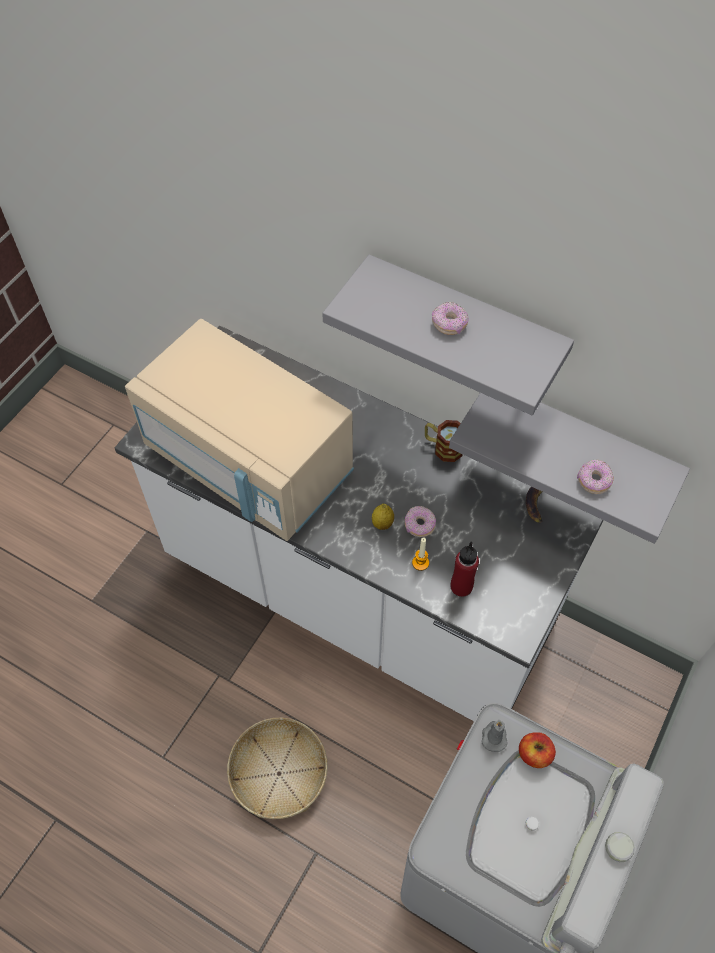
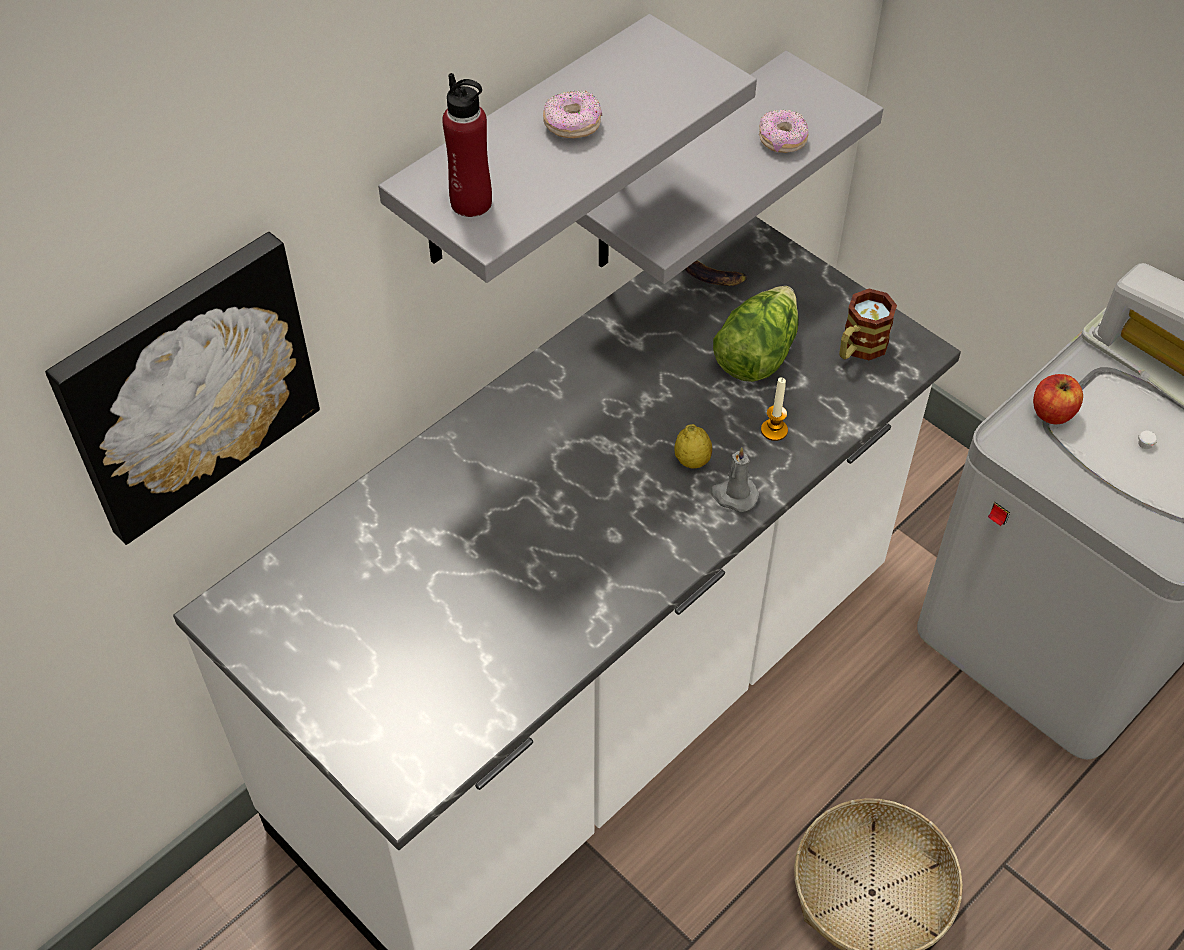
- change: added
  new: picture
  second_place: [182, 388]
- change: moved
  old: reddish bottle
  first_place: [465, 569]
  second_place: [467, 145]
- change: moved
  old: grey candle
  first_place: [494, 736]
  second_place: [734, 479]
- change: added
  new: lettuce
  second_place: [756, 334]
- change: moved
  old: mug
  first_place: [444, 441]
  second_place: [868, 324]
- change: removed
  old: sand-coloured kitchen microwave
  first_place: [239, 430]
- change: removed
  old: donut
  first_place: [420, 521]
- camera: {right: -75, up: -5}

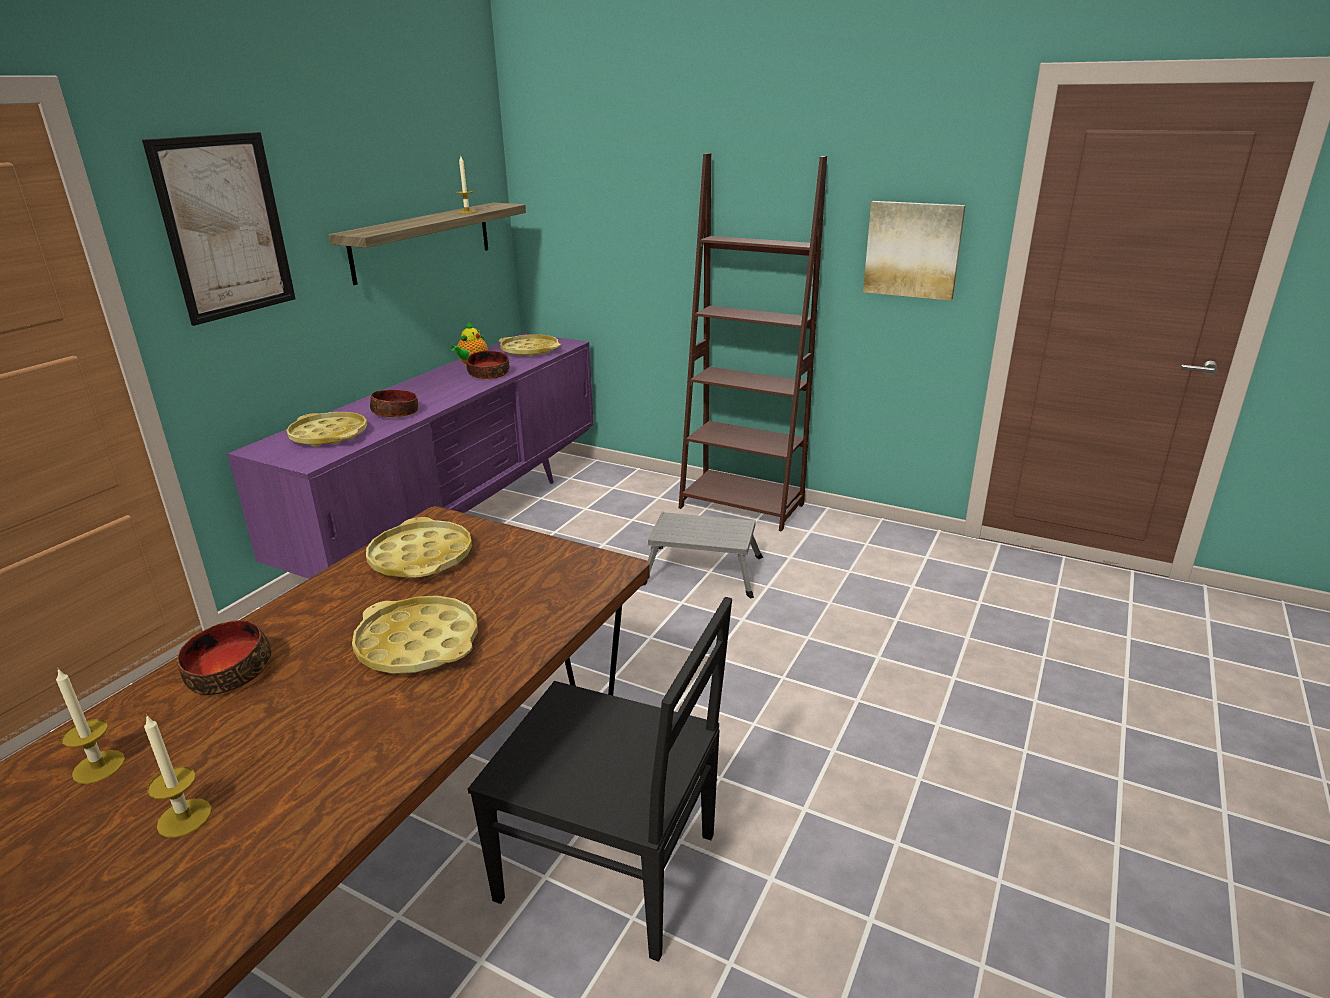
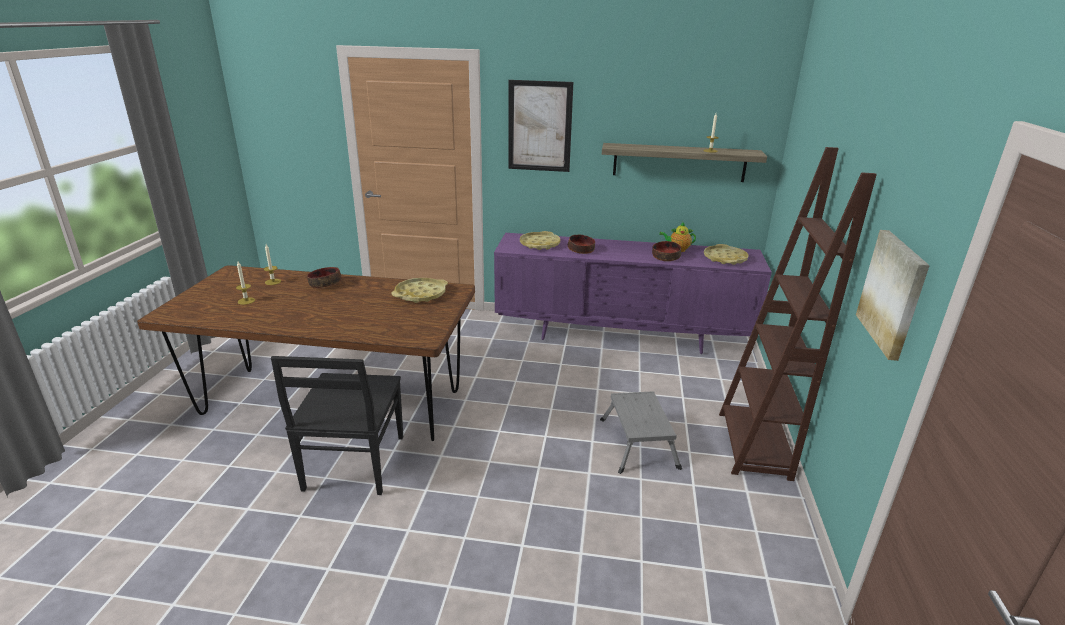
- change: removed
  old: yellowish serving tray
  first_place: [415, 635]
- camera: {right: 70, up: 0}

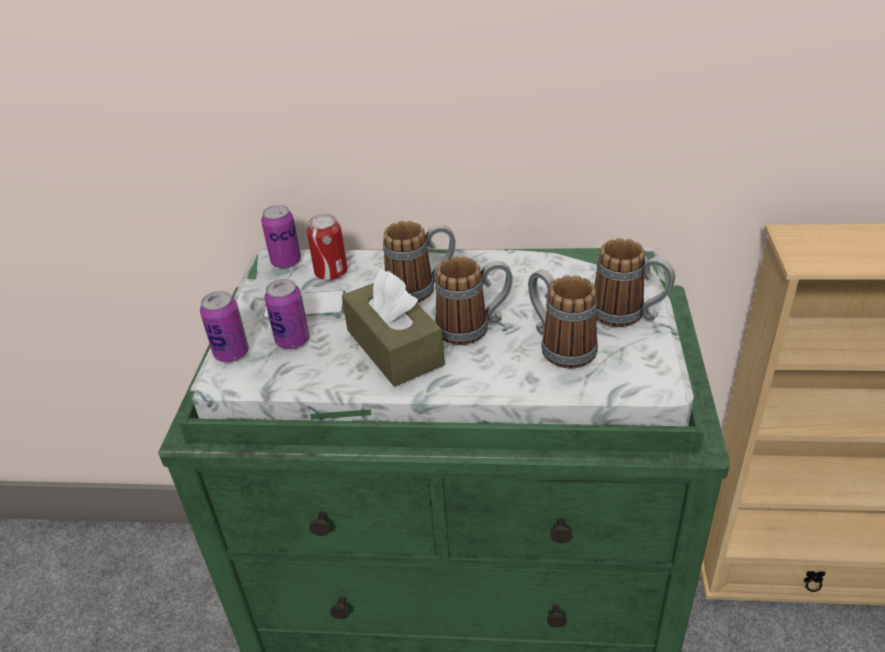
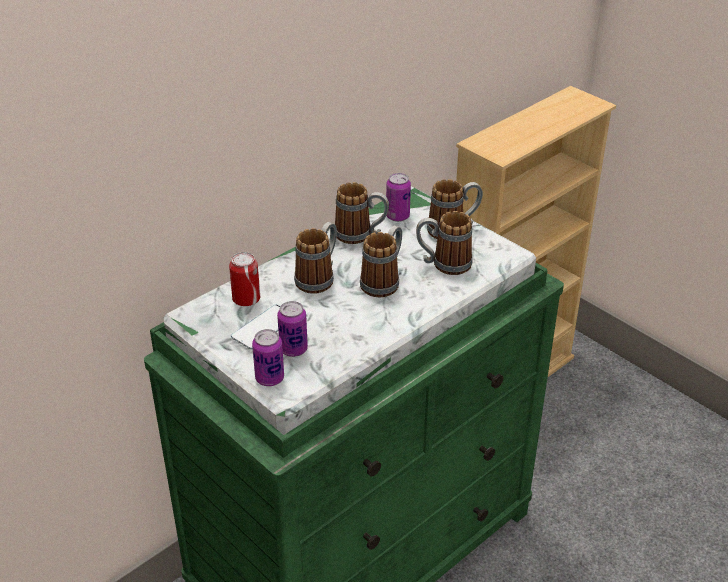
- change: added
  new: mug
  second_place: [362, 213]
- change: moved
  old: metal can
  first_place: [281, 236]
  second_place: [398, 197]
- change: removed
  old: brown-coloured tissue holder
  first_place: [393, 328]
- camera: {right: -50, up: 0}

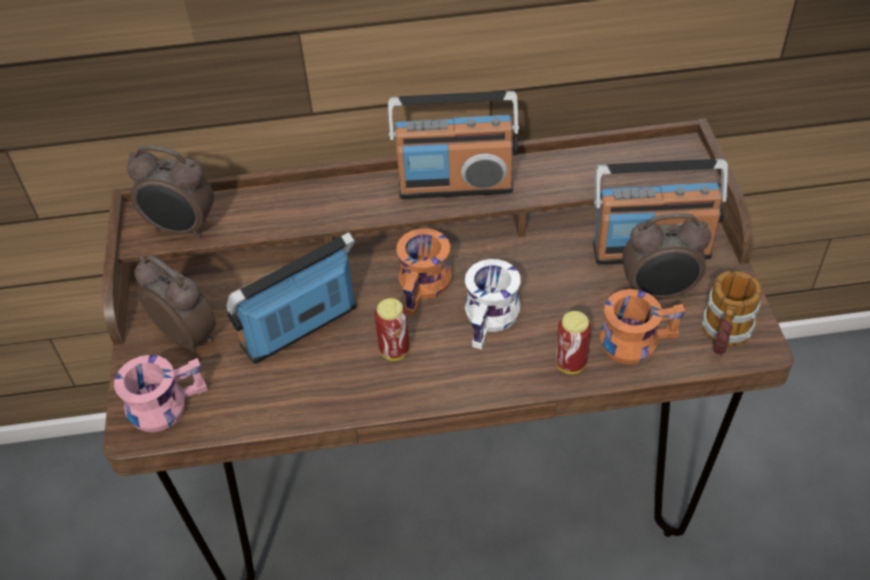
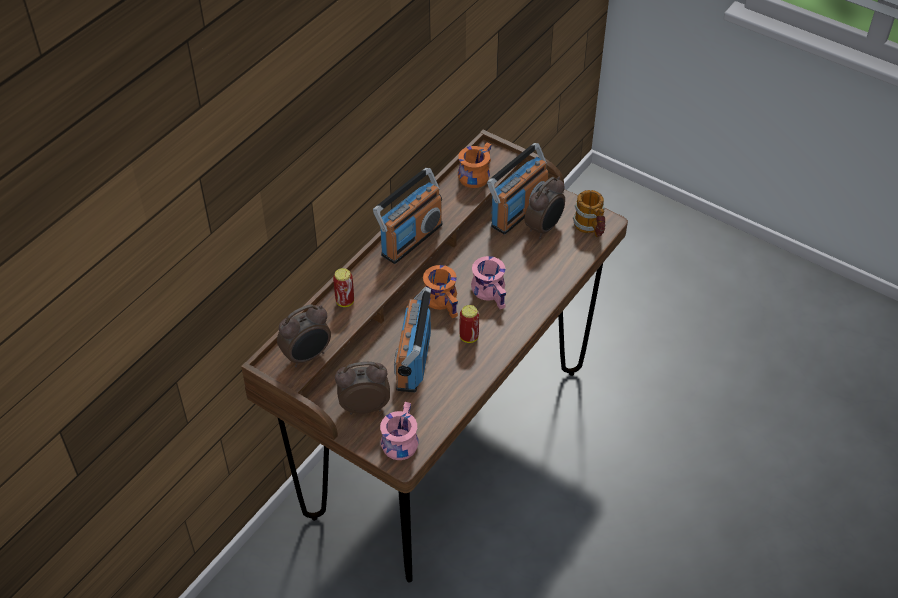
- change: moved
  old: metal can
  first_place: [573, 342]
  second_place: [343, 287]
- change: moved
  old: orange-coloured mug
  first_place: [643, 326]
  second_place: [475, 165]
- change: recoloured
  old: whitish mug
  new: pinkish mug
  first_place: [493, 304]
  second_place: [488, 282]
- camera: {right: -50, up: 0}

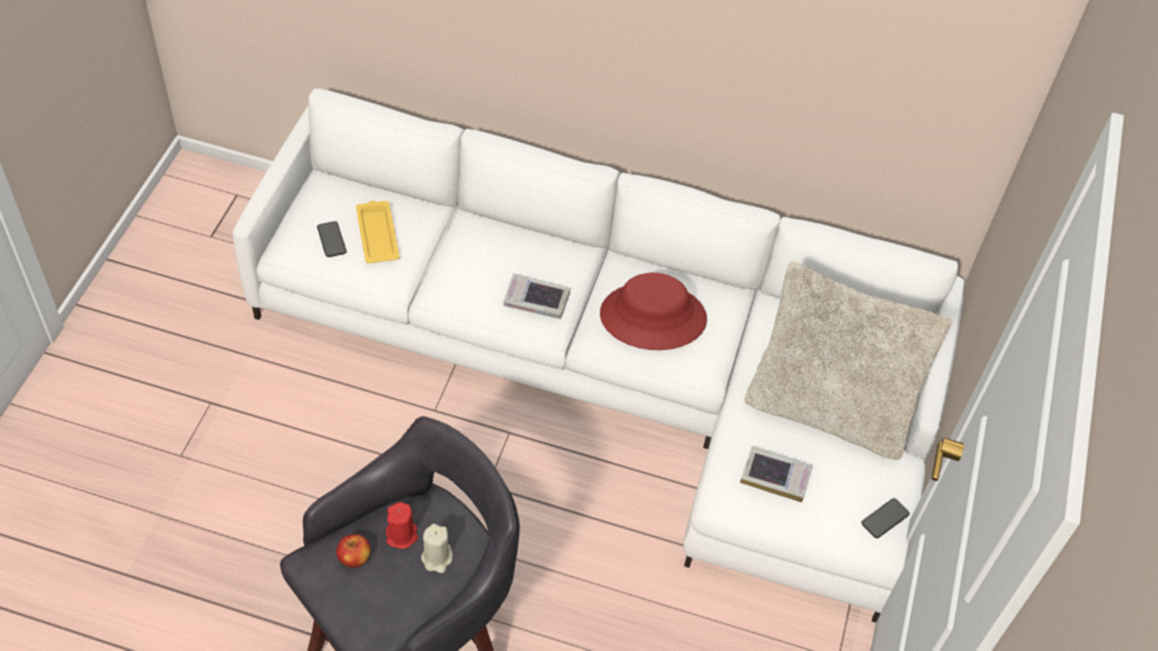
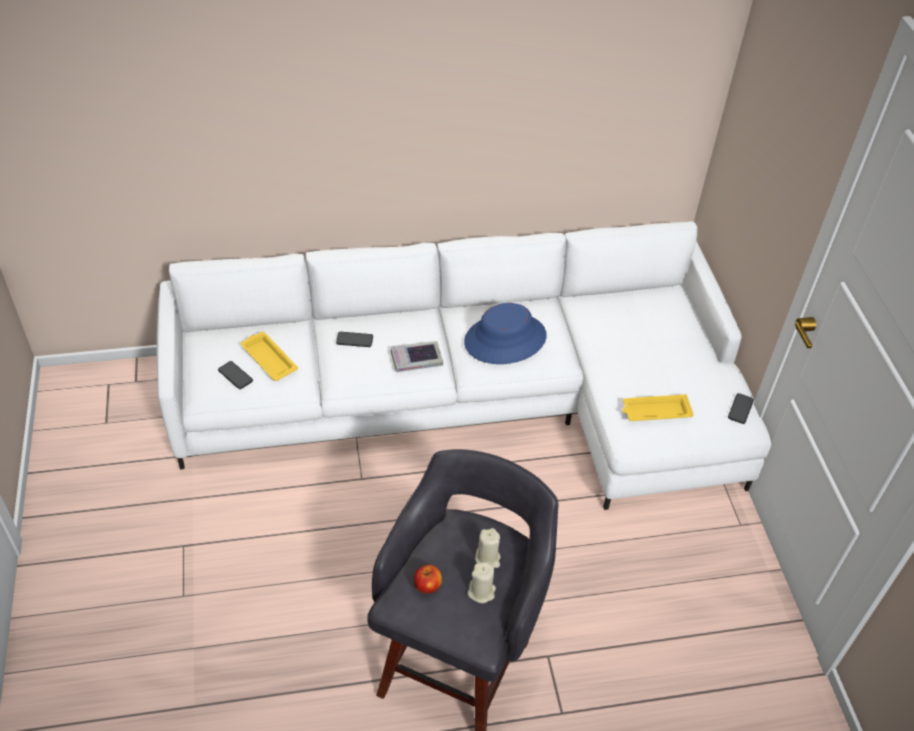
- change: added
  new: telephone
  second_place: [354, 339]
- change: recoloured
  old: reddish hat
  new: bluish hat
  first_place: [653, 311]
  second_place: [505, 333]
- change: added
  new: sand-coloured candle
  second_place: [482, 582]
- change: replaced
  old: volume
  new: yellowish serving tray
  first_place: [776, 474]
  second_place: [658, 407]
- change: removed
  old: reddish candle
  first_place: [402, 525]
- change: removed
  old: sand-coloured throw pillow
  first_place: [848, 360]
- camera: {right: -25, up: -5}

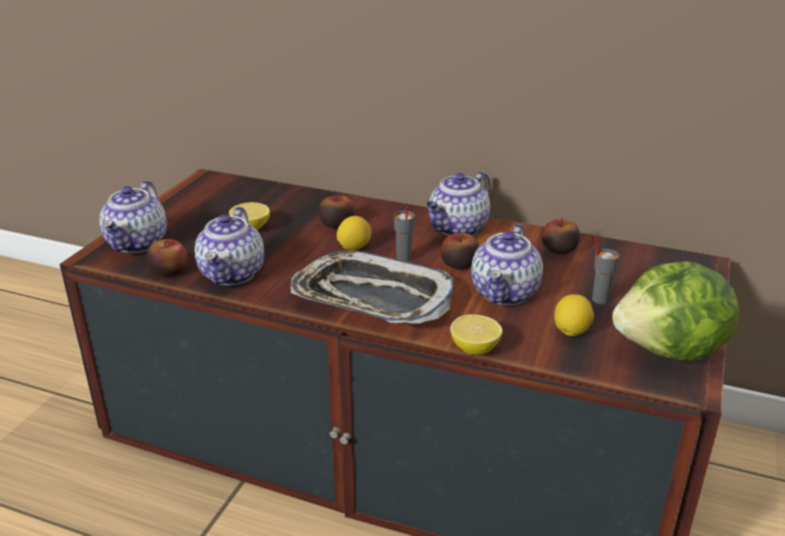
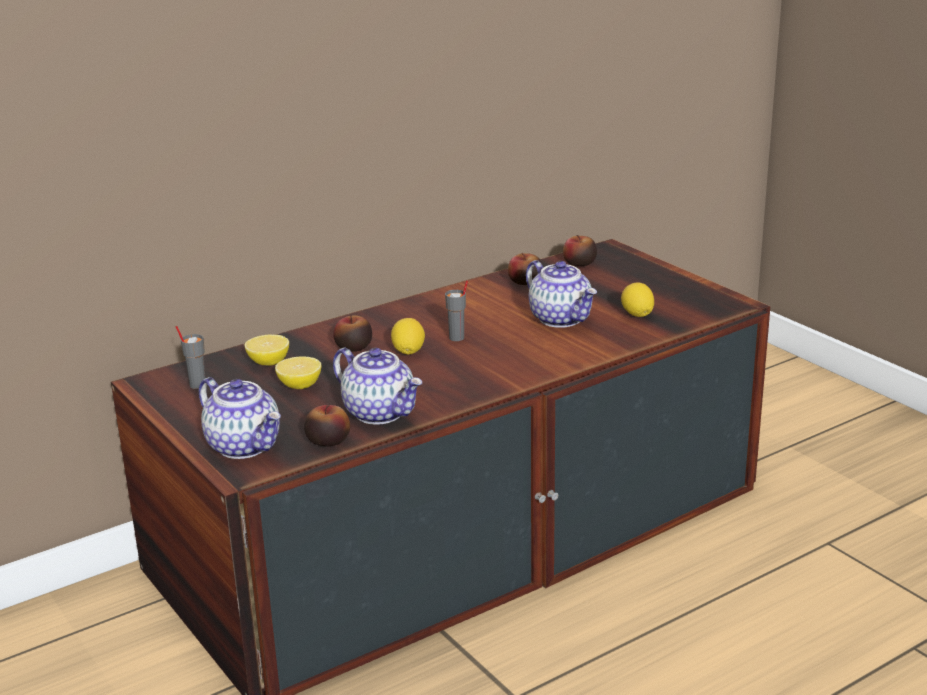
- change: moved
  old: grey drinking cup
  first_place: [605, 269]
  second_place: [190, 357]
- change: moved
  old: citrus fruit
  first_place: [476, 334]
  second_place: [266, 350]
- change: moved
  old: apple fruit
  first_place: [459, 251]
  second_place: [580, 250]
- change: removed
  old: serving tray
  first_place: [372, 287]
- change: removed
  old: tea pot
  first_place: [458, 204]
- change: removed
  old: lettuce
  first_place: [675, 311]
- camera: {right: -55, up: -5}

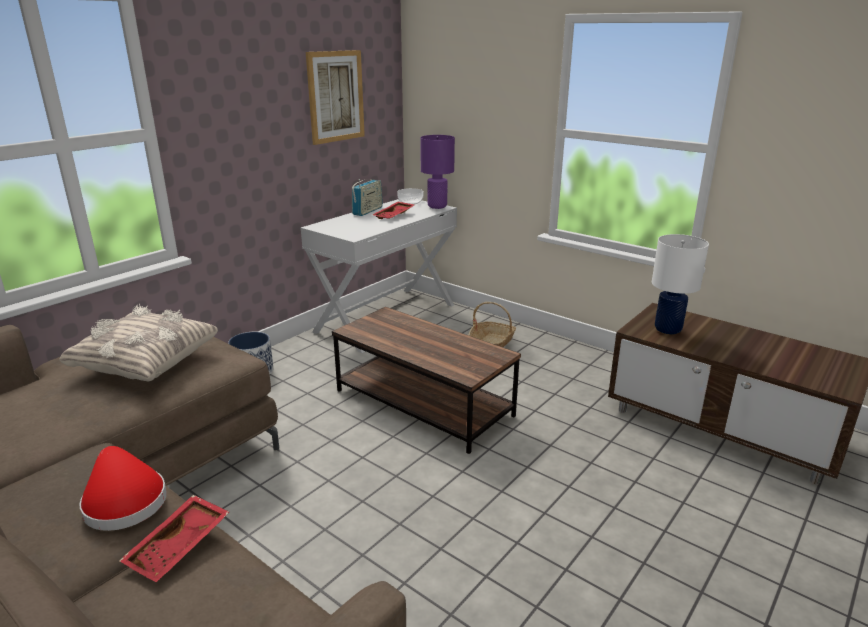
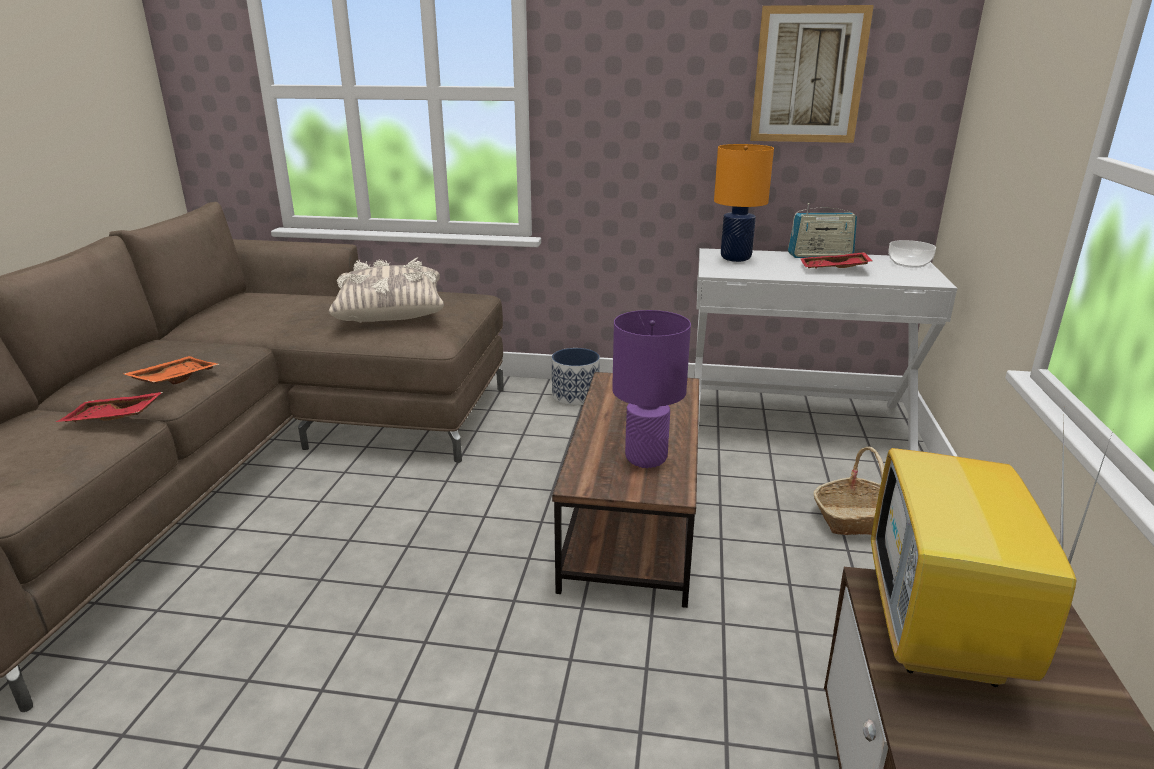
- change: replaced
  old: reddish hat
  new: orange-coloured serving tray
  first_place: [123, 488]
  second_place: [171, 370]
- change: moved
  old: purplish tabletop lamp
  first_place: [437, 172]
  second_place: [651, 389]
- change: added
  new: orange-coloured tabletop lamp
  second_place: [744, 203]
- change: replaced
  old: whitish tabletop lamp
  new: television
  first_place: [680, 284]
  second_place: [991, 556]
- camera: {right: 60, up: 0}

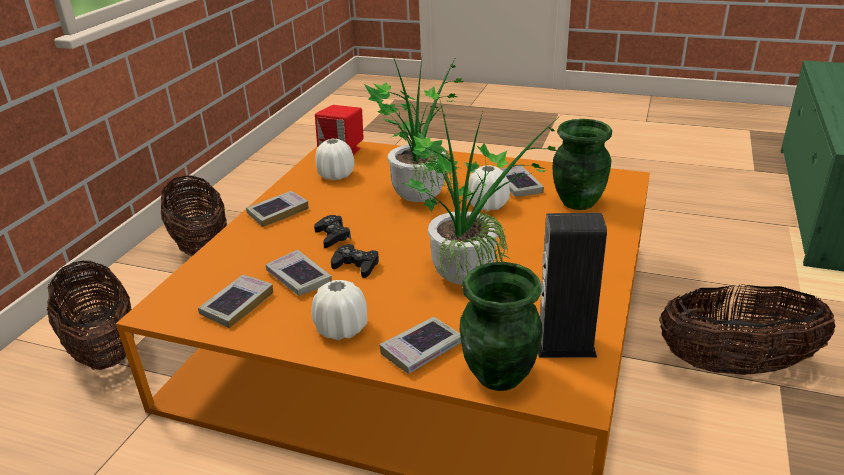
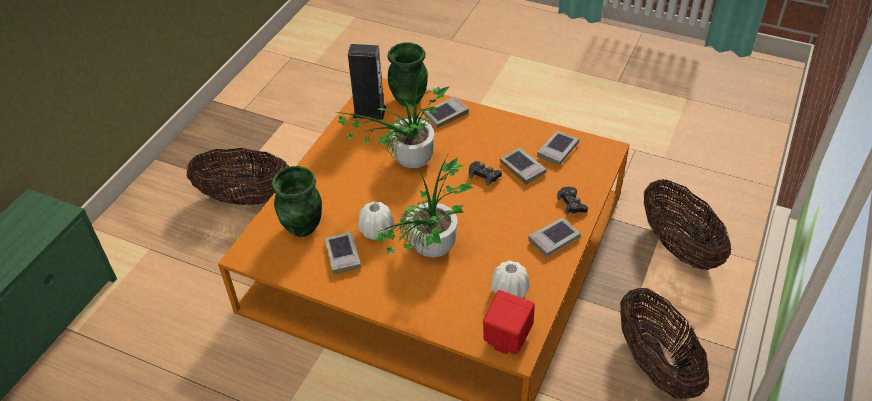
- change: moved
  old: black-coloured game controller
  first_place: [332, 231]
  second_place: [572, 200]
- change: removed
  old: whitish vase
  first_place: [339, 310]
- camera: {right: -175, up: 15}

